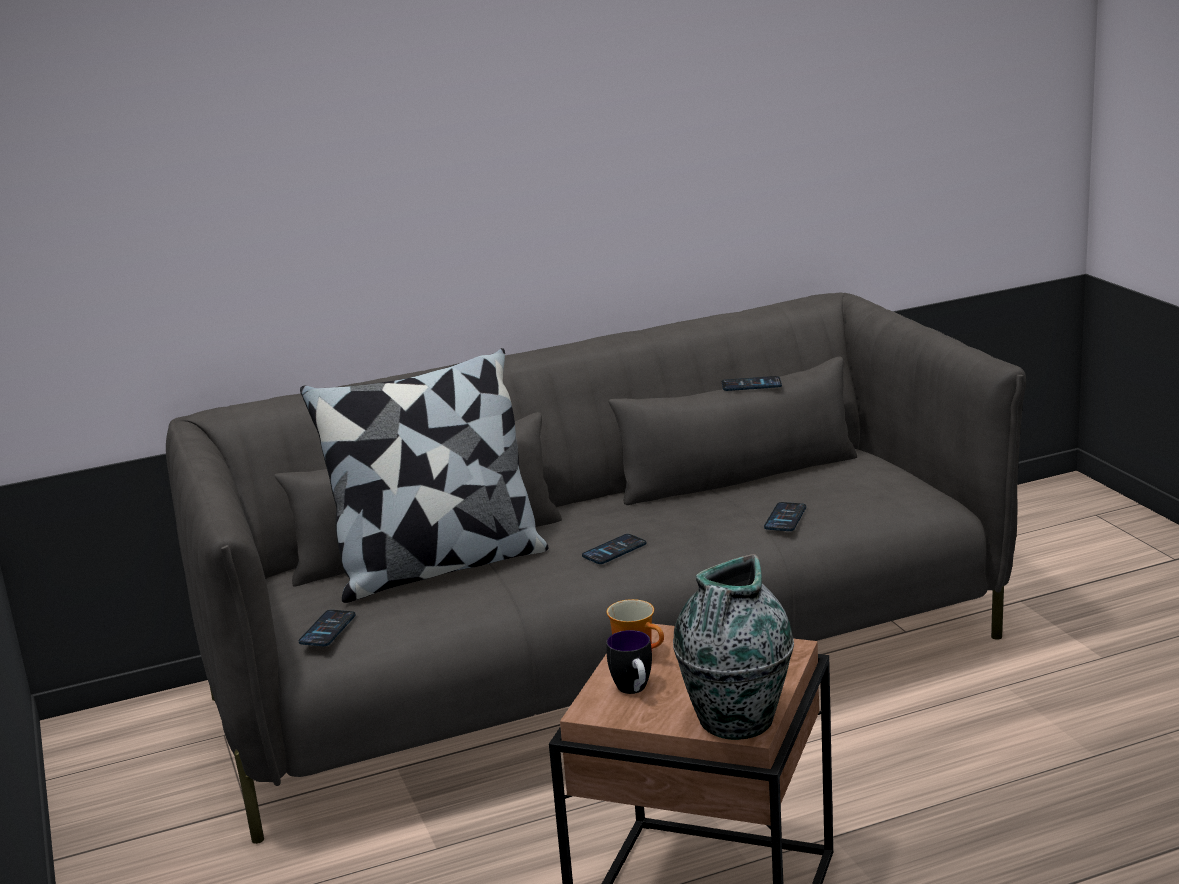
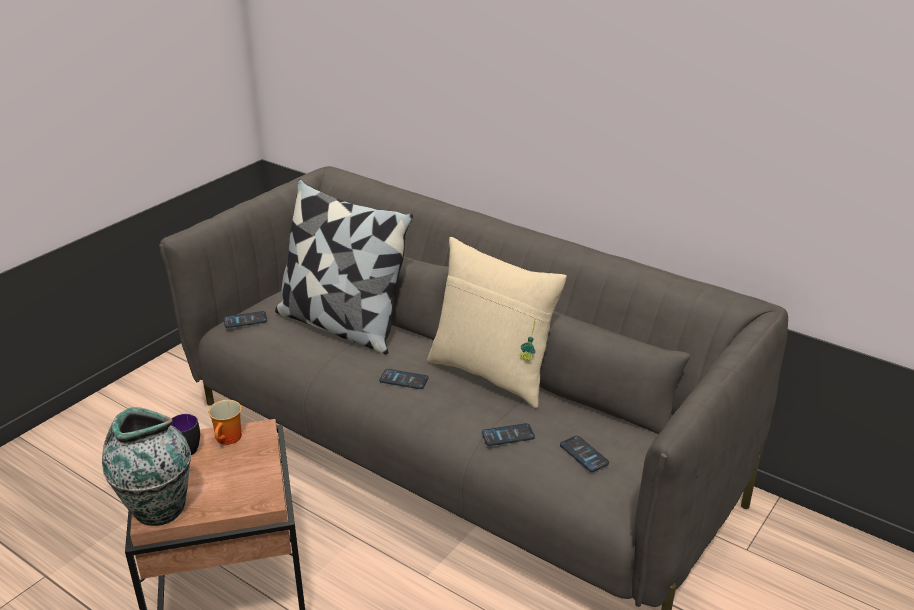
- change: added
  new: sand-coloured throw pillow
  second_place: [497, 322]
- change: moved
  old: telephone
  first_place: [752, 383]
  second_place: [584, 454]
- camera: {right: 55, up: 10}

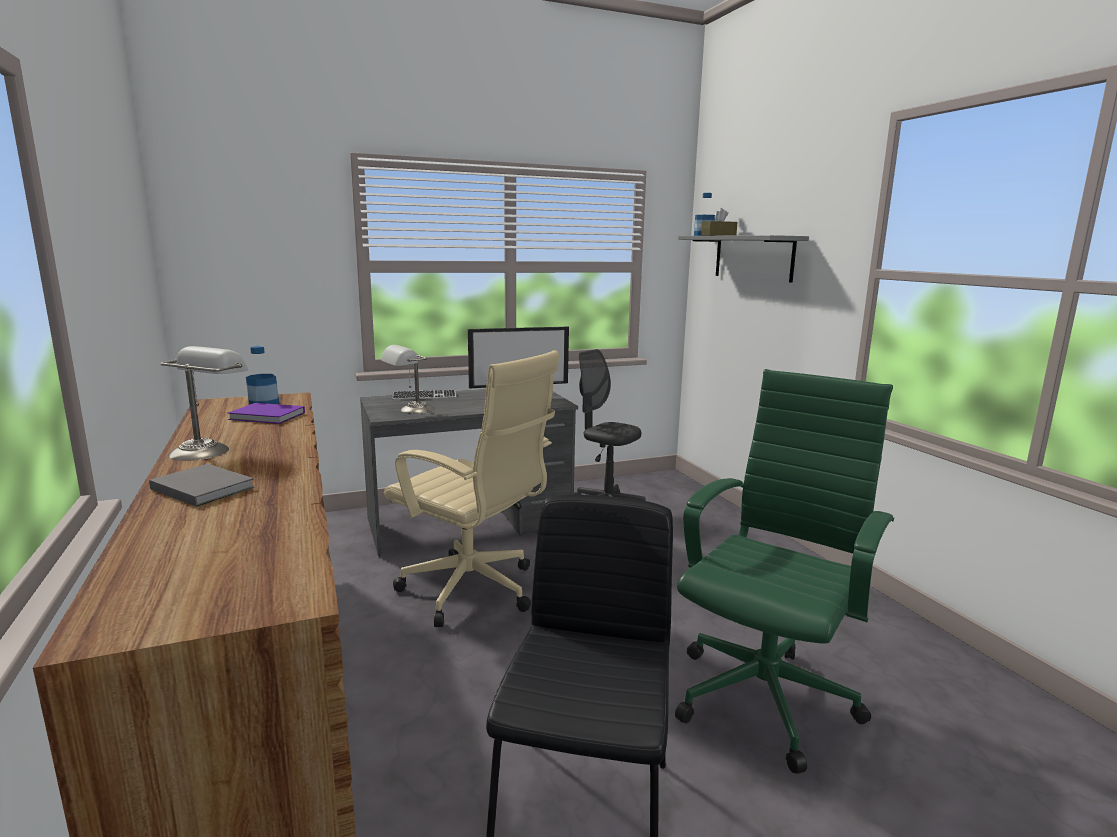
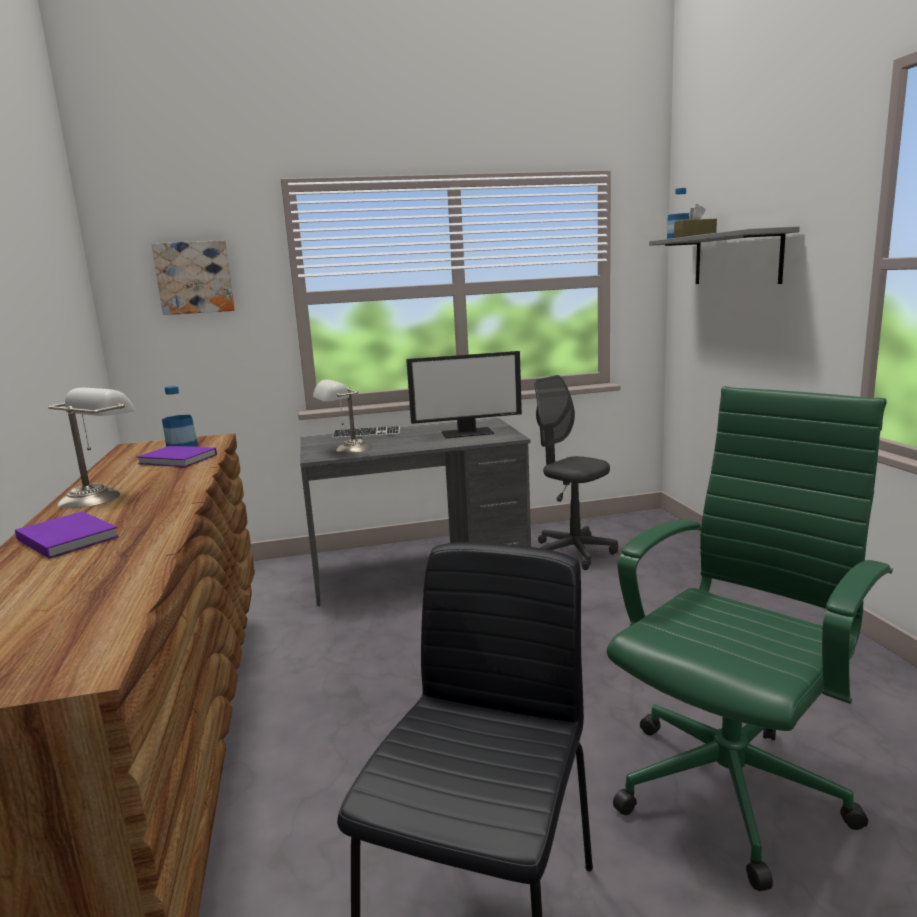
- change: recoloured
  old: grey volume
  new: purplish volume
  first_place: [202, 485]
  second_place: [67, 535]
- change: added
  new: picture
  second_place: [193, 277]
- change: removed
  old: sand-coloured desk chair
  first_place: [471, 488]
- camera: {right: 10, up: 0}

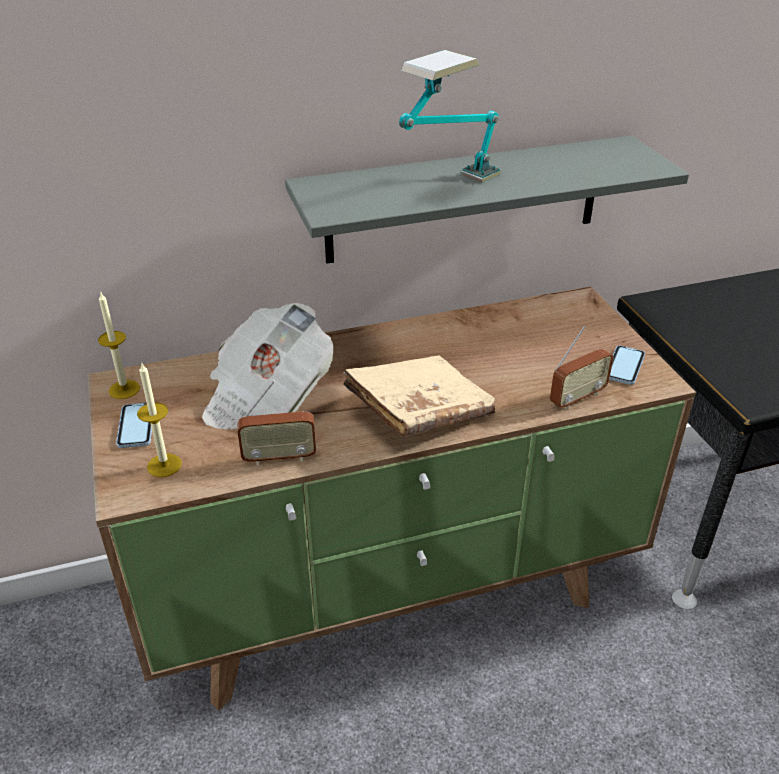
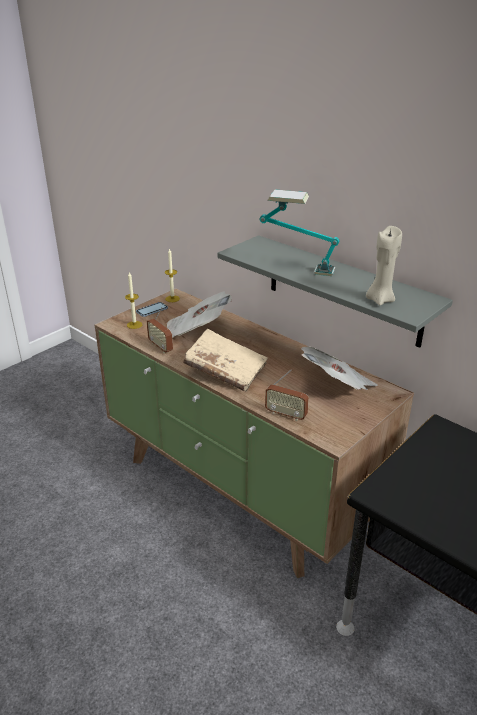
- change: added
  new: printed paper
  second_place: [339, 368]
- change: added
  new: sand-coloured candle
  second_place: [384, 265]
- change: removed
  old: telephone
  first_place: [627, 365]
- camera: {right: 60, up: -5}

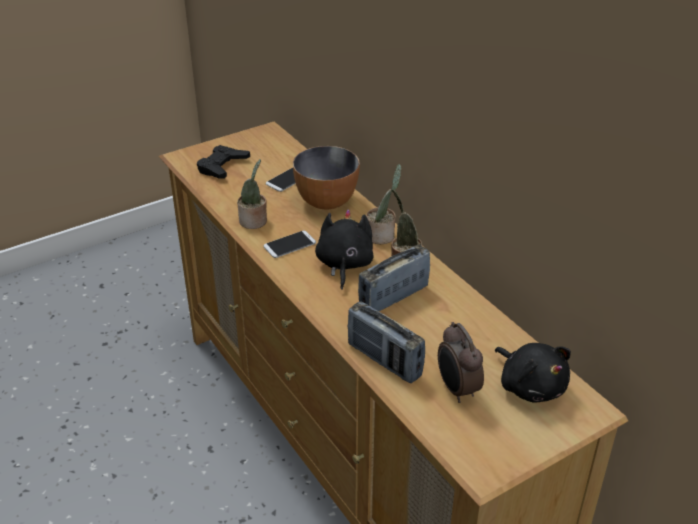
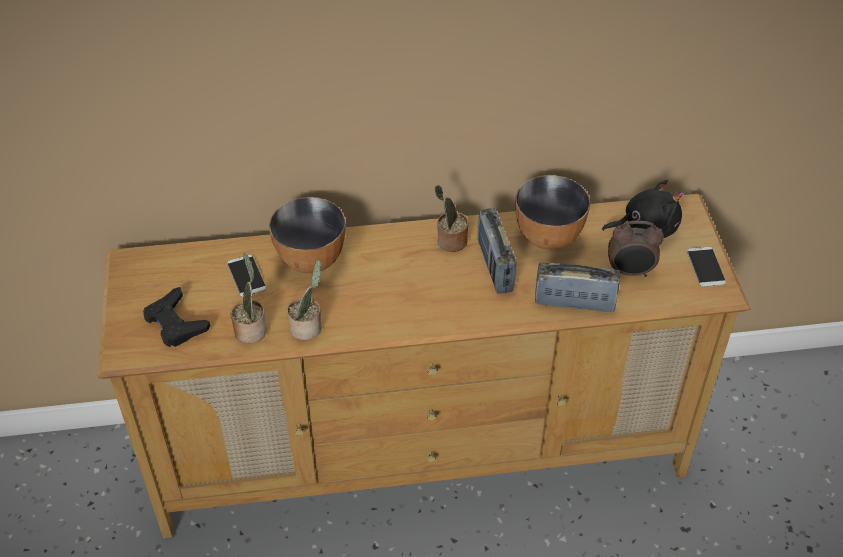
- change: moved
  old: houseplant
  first_place: [383, 204]
  second_place: [249, 298]
- change: added
  new: serving bowl
  second_place: [552, 212]
- change: turned
  old: radio set
  first_place: [386, 342]
  second_place: [577, 287]
  degrees: -150
- change: moved
  old: telephone
  first_place: [289, 244]
  second_place: [706, 267]
- change: removed
  old: black-coloured cuddly toy
  first_place: [344, 249]
- camera: {right: -65, up: 10}

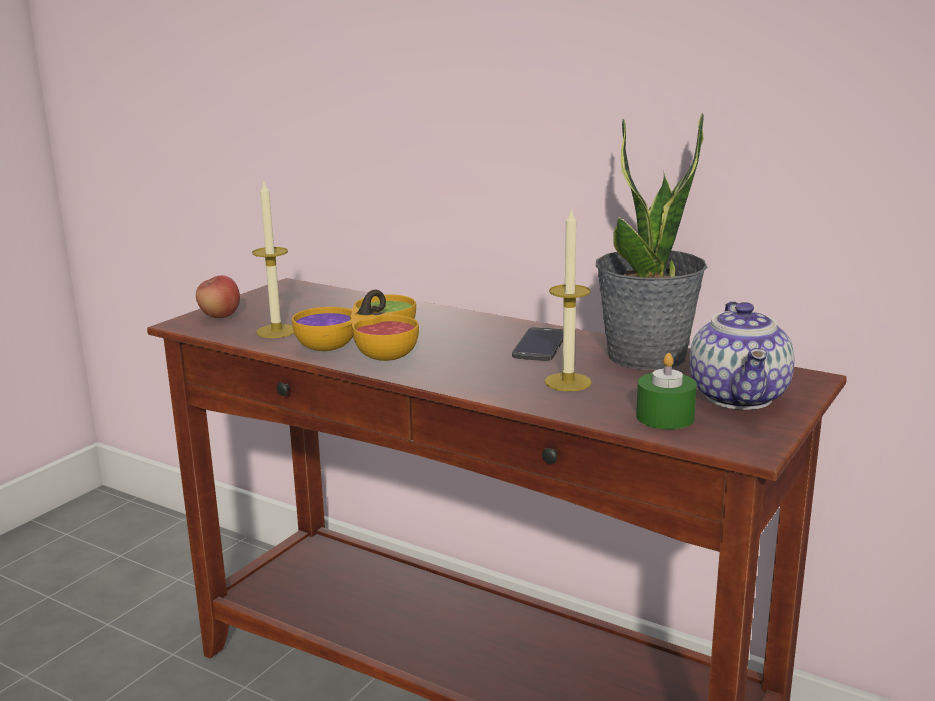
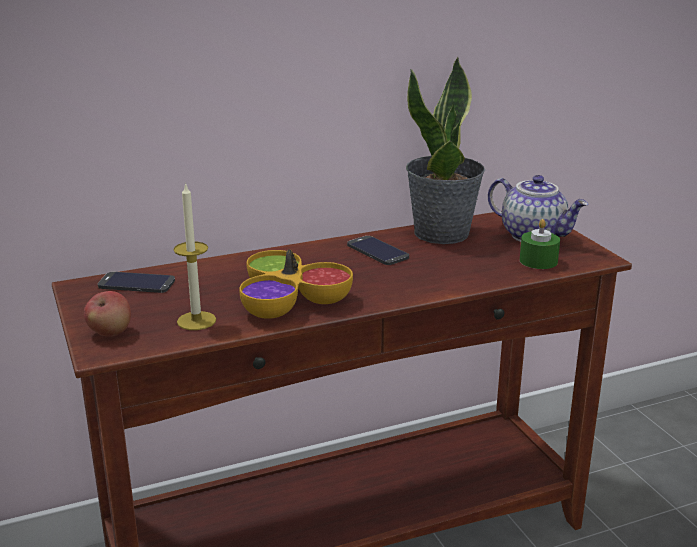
- change: added
  new: telephone
  second_place: [136, 282]
- change: removed
  old: candle
  first_place: [568, 299]
- camera: {right: -55, up: 5}

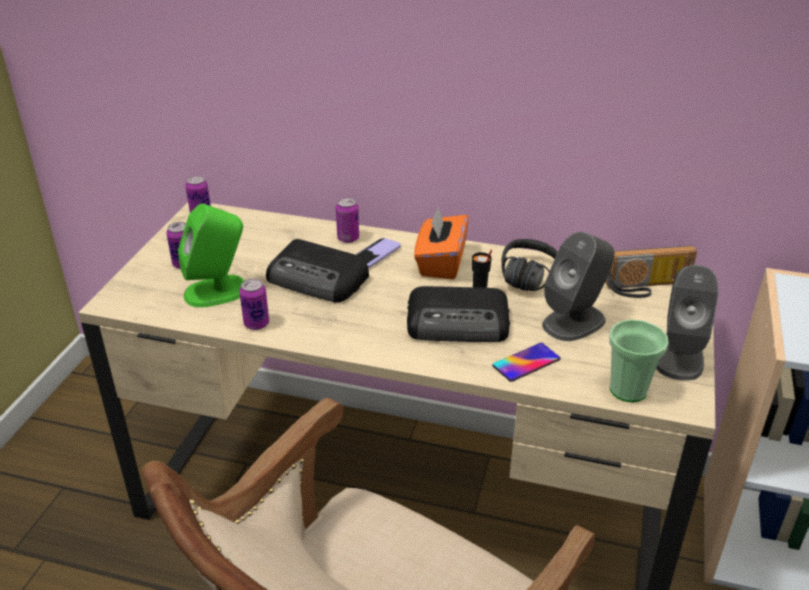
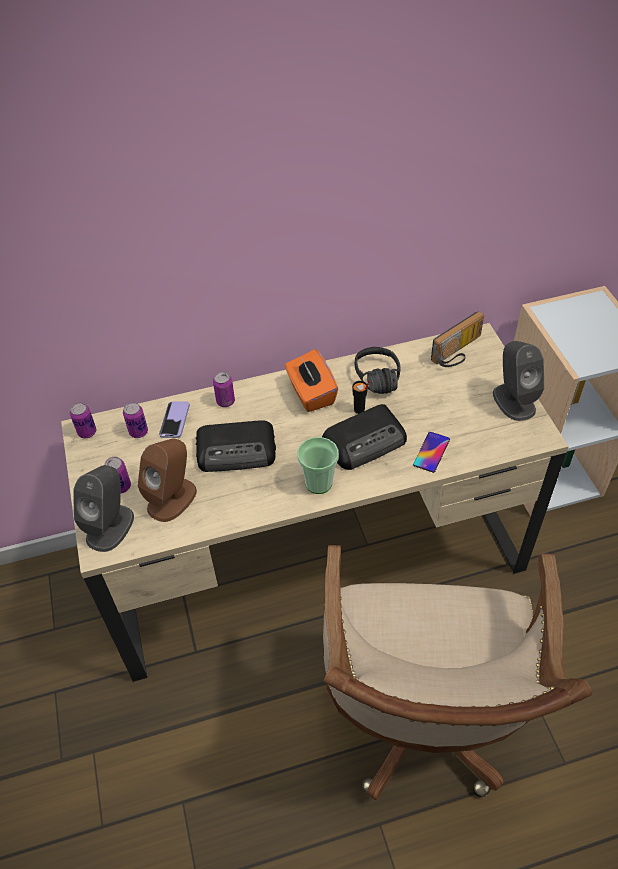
- change: moved
  old: grey audio speaker
  first_place: [578, 286]
  second_place: [103, 508]
- change: moved
  old: metal can
  first_place: [254, 304]
  second_place: [135, 420]
- change: recoloured
  old: green-coloured audio speaker
  new: brown-coloured audio speaker
  first_place: [211, 255]
  second_place: [167, 480]
- change: moved
  old: telephone
  first_place: [378, 253]
  second_place: [174, 420]
- change: moved
  old: drinking cup
  first_place: [639, 360]
  second_place: [318, 465]
- camera: {right: -30, up: 15}

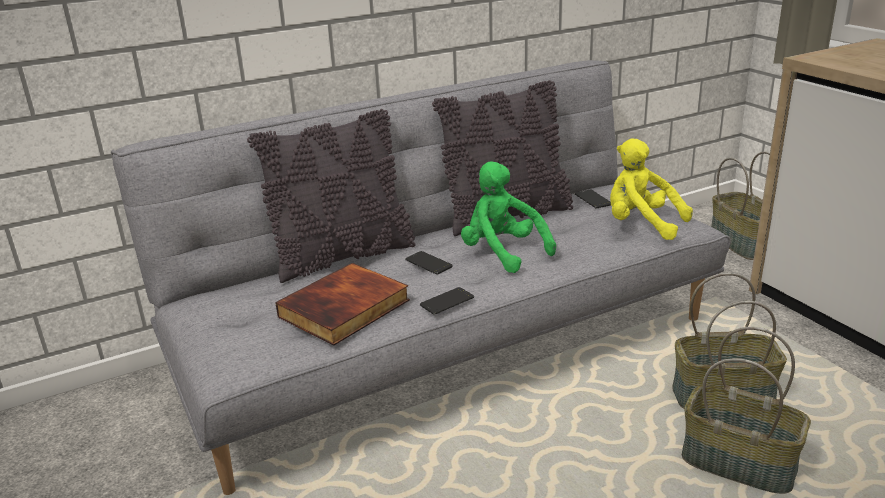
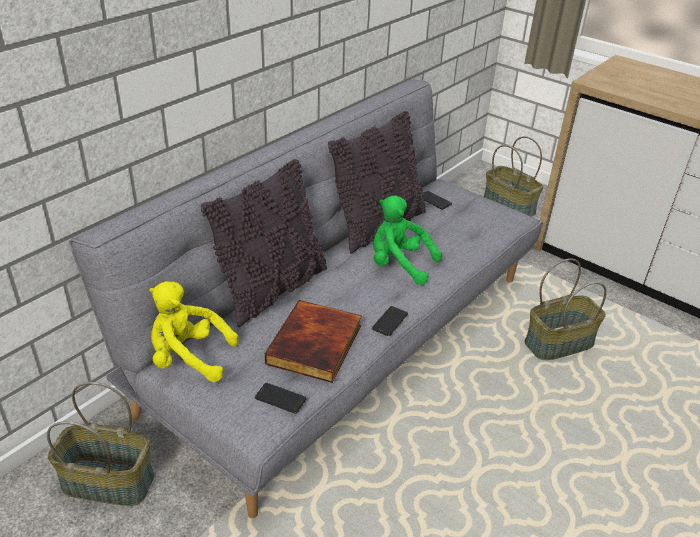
- change: moved
  old: storage basket
  first_place: [746, 410]
  second_place: [101, 444]
- change: moved
  old: yellowish cuddly toy
  first_place: [651, 189]
  second_place: [194, 331]
- change: moved
  old: telephone
  first_place: [429, 263]
  second_place: [280, 398]
- camera: {right: -25, up: 10}

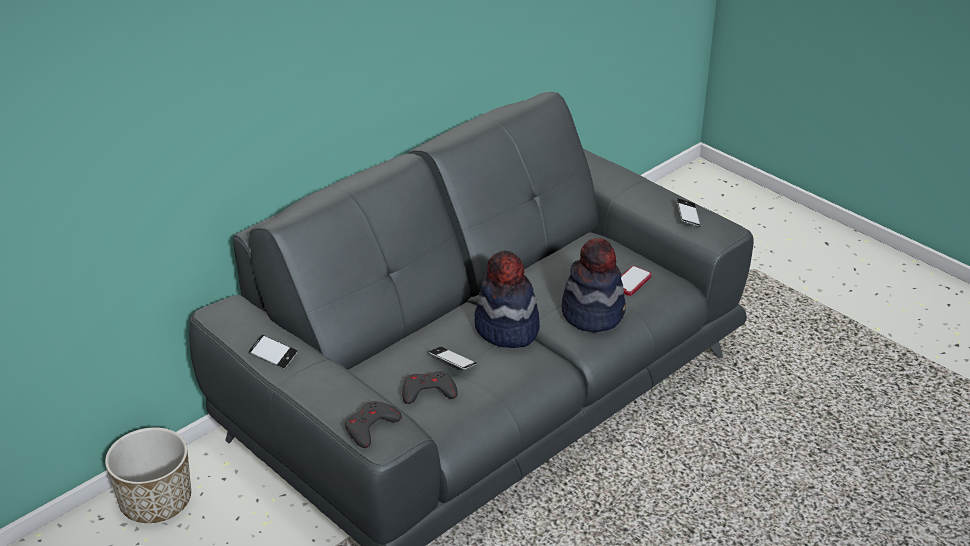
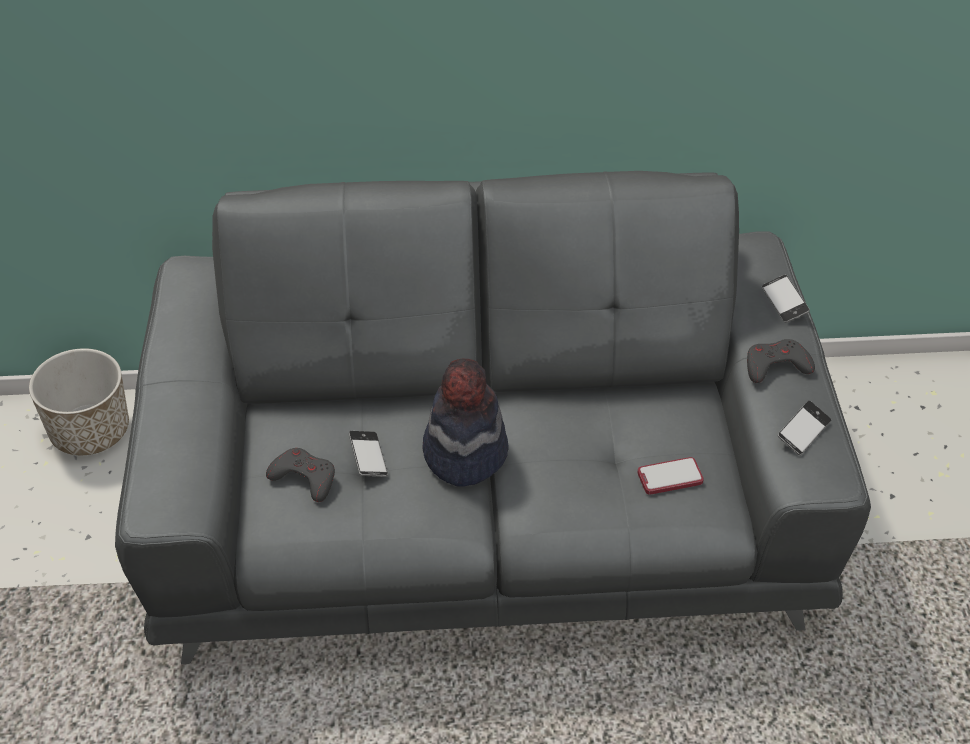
- change: moved
  old: grey game controller
  first_place: [373, 424]
  second_place: [781, 361]
- change: moved
  old: telephone
  first_place: [273, 352]
  second_place: [786, 299]
- change: removed
  old: hat
  first_place: [594, 285]
- camera: {right: 40, up: 10}

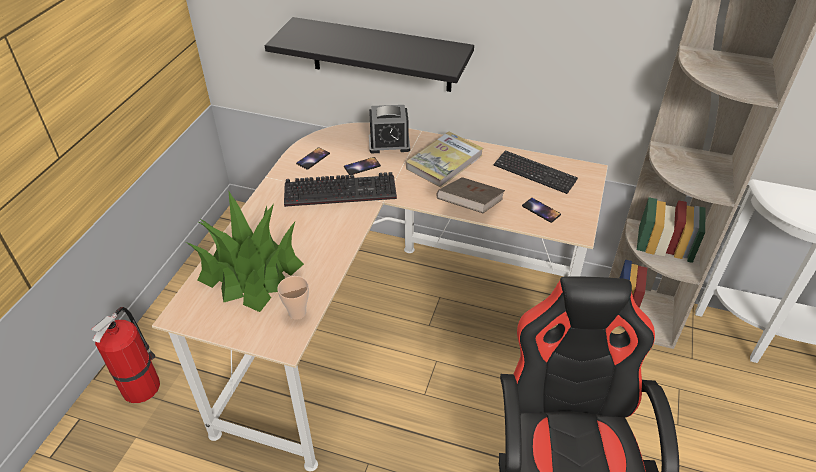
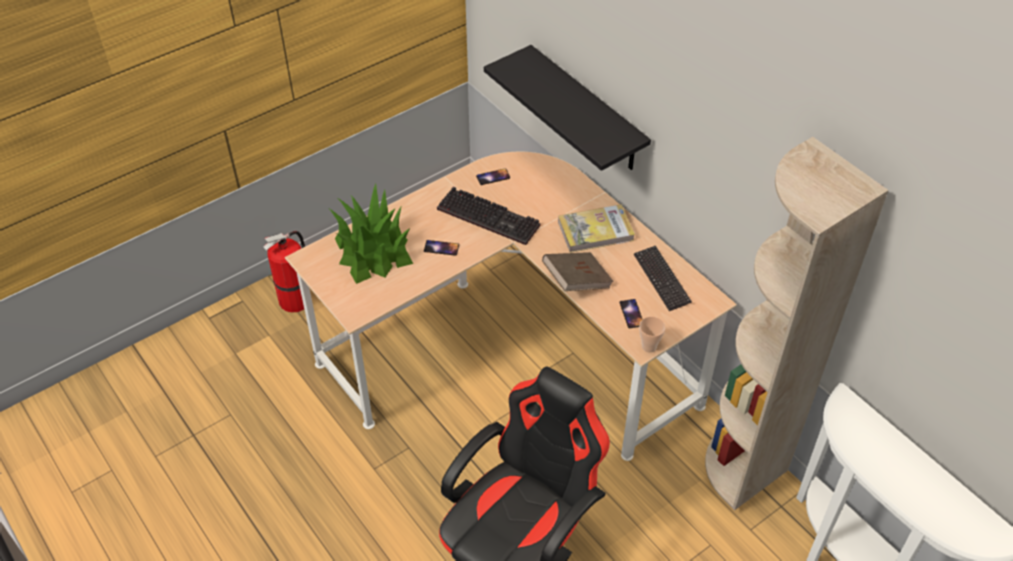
- change: moved
  old: telephone
  first_place: [362, 166]
  second_place: [441, 248]
- change: moved
  old: drinking cup
  first_place: [293, 298]
  second_place: [652, 334]
- change: removed
  old: alarm clock
  first_place: [389, 129]
- camera: {right: 35, up: 5}

